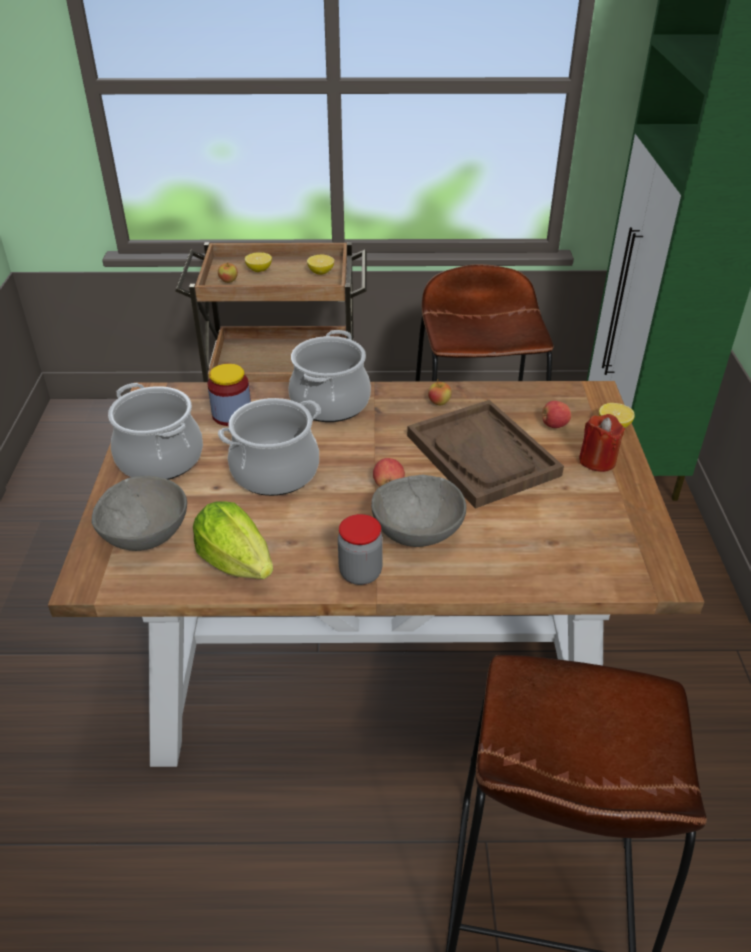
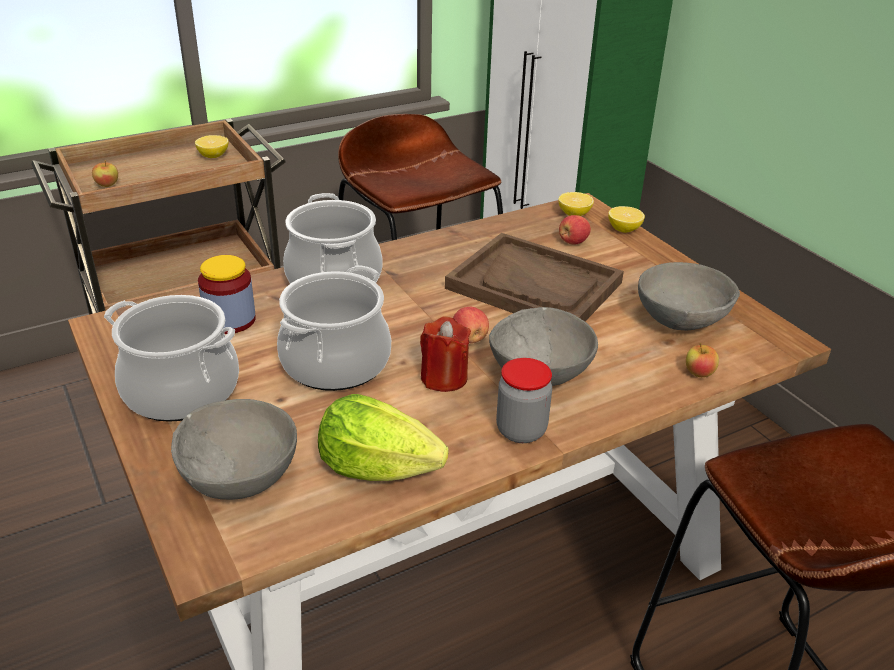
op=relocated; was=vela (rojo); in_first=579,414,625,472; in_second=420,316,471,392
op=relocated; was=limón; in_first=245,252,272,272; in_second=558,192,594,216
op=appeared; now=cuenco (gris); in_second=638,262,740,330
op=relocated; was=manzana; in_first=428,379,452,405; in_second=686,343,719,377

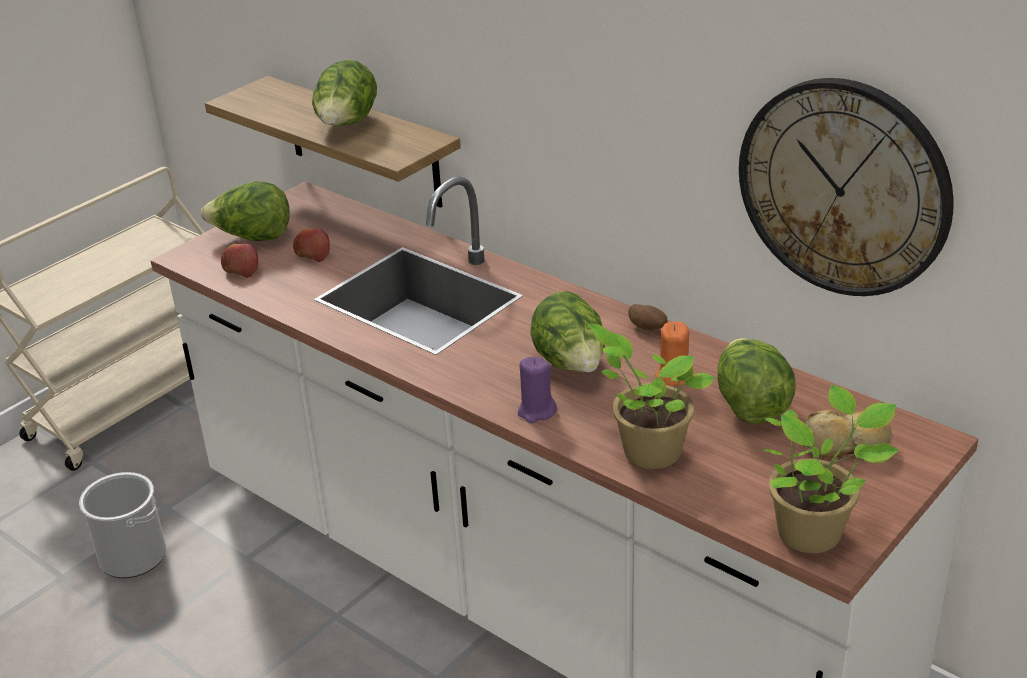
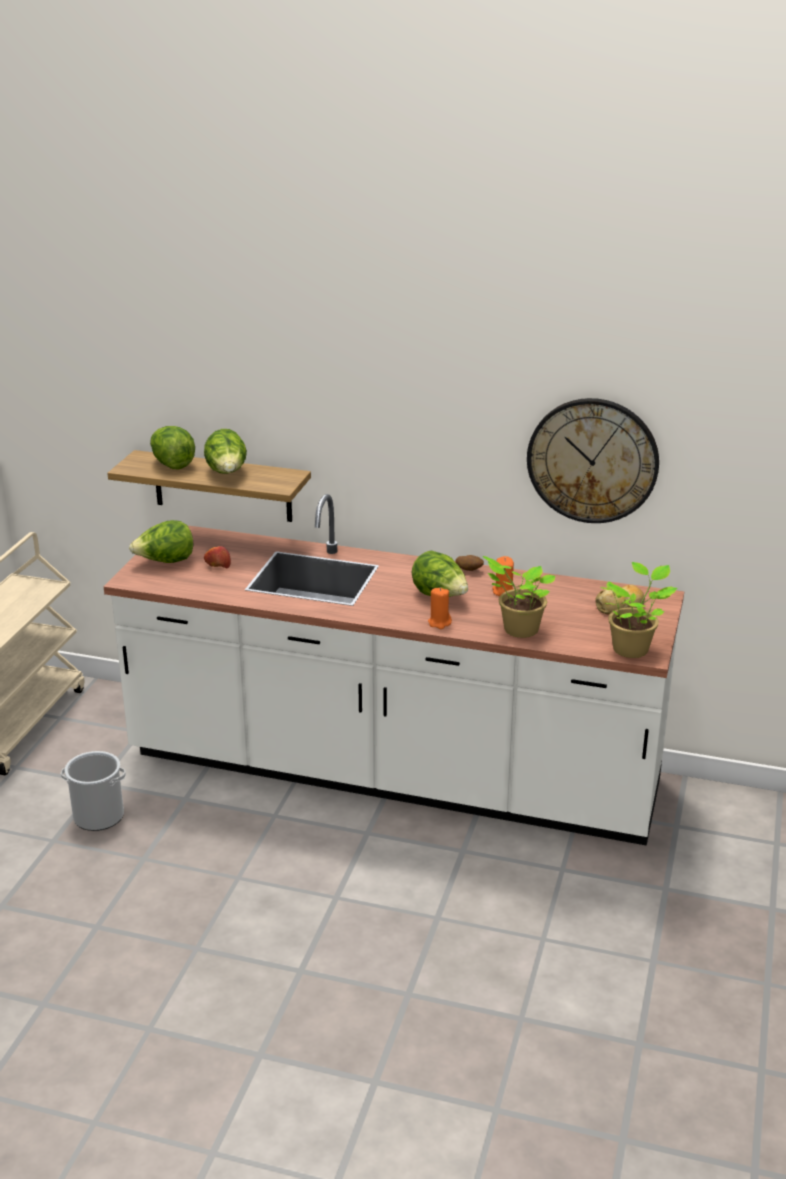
op=relocated; was=lechuga; in_first=717,338,796,424; in_second=150,426,195,469
op=colour; was=vela (morado); now=vela (naranja); in_first=518,357,557,423; in_second=428,588,452,629
op=missing; was=manzana; in_first=221,244,258,278

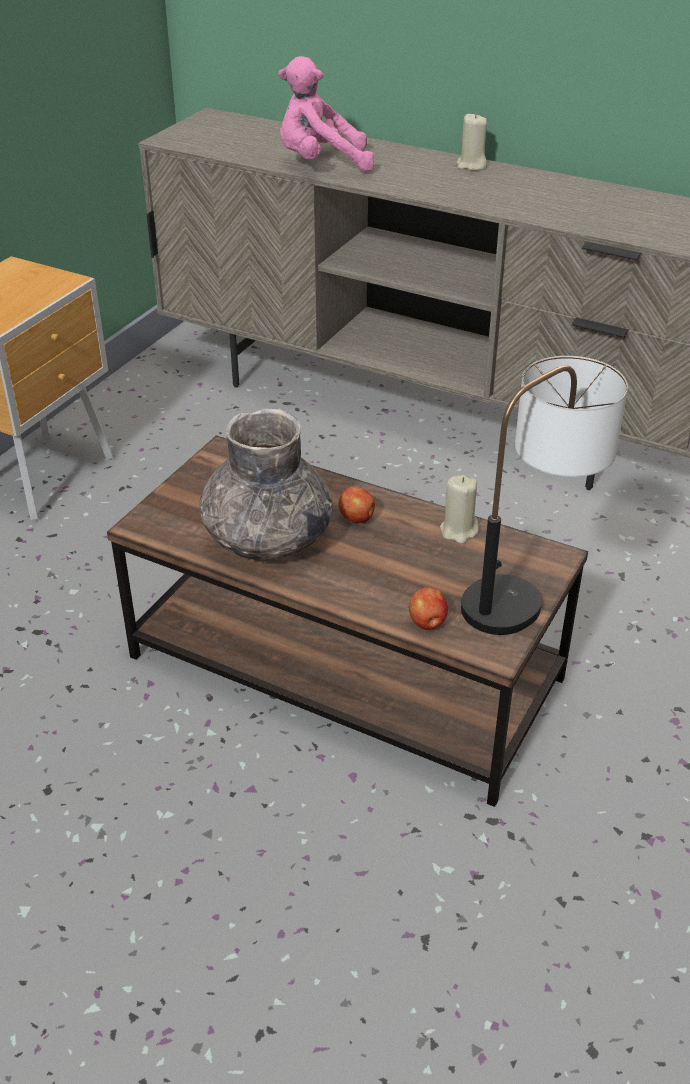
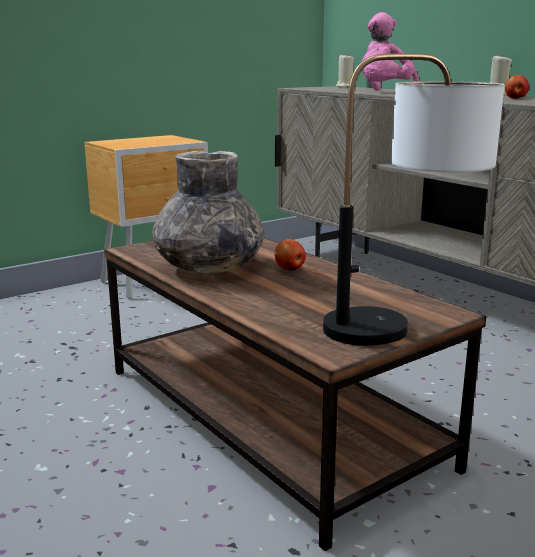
op=relocated; was=vela (beis); in_first=440,475,479,544; in_second=336,53,354,87
op=spun; was=peluche (rosa); in_first=278,56,374,171; in_second=362,12,419,91; clockwise=-75
op=relocated; was=manzana; in_first=409,587,448,630; in_second=505,75,529,99

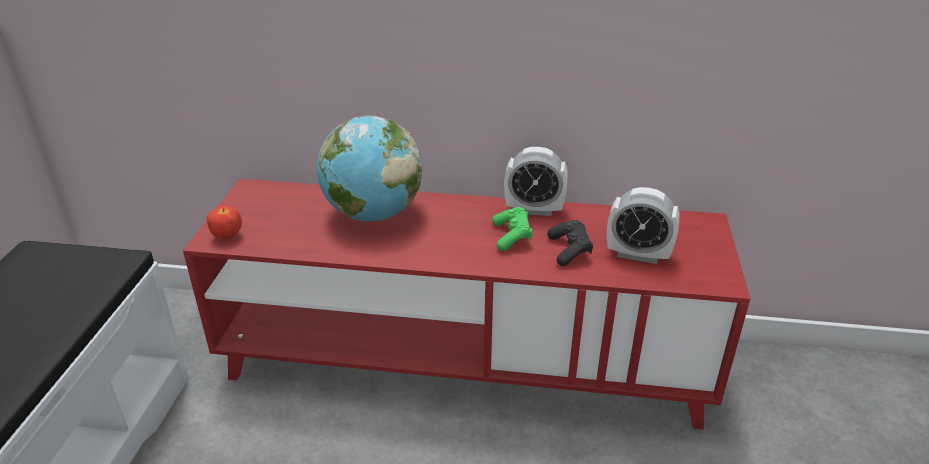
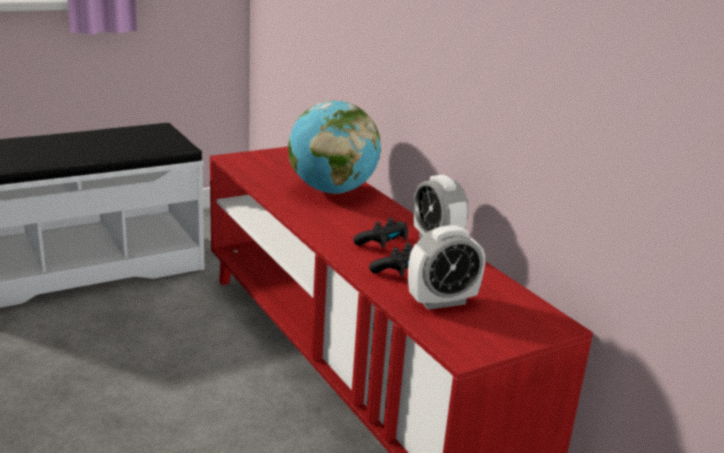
op=colour; was=mando de consola (verde); now=mando de consola (negro); in_first=492,207,533,251; in_second=353,218,408,248
op=spun; was=despertador; in_first=607,187,680,264; in_second=408,225,485,310; clockwise=-90
op=missing; was=manzana; in_first=207,205,242,239

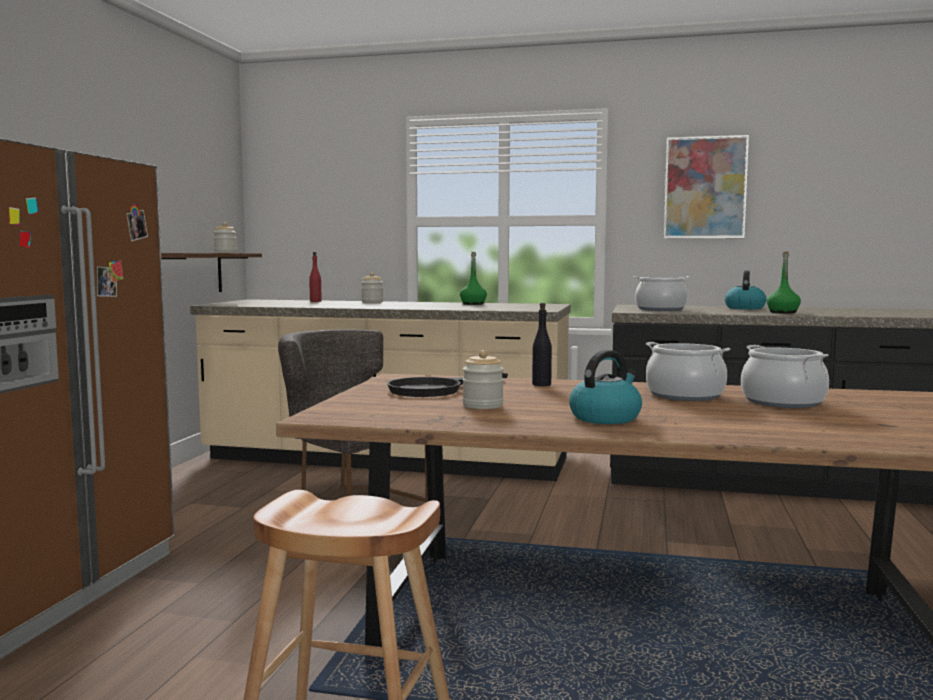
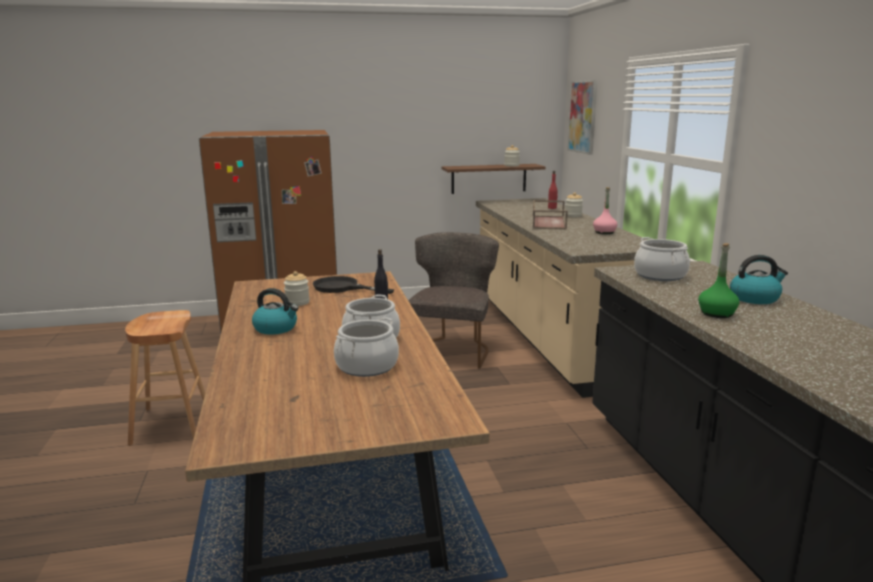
op=appeared; now=bandeja (marrón); in_second=533,200,568,230
op=relocated; was=cuadro; in_first=664,135,749,239; in_second=568,80,597,155
op=colour; was=botella (verde); now=botella (rosa); in_first=460,252,487,305; in_second=593,187,618,234

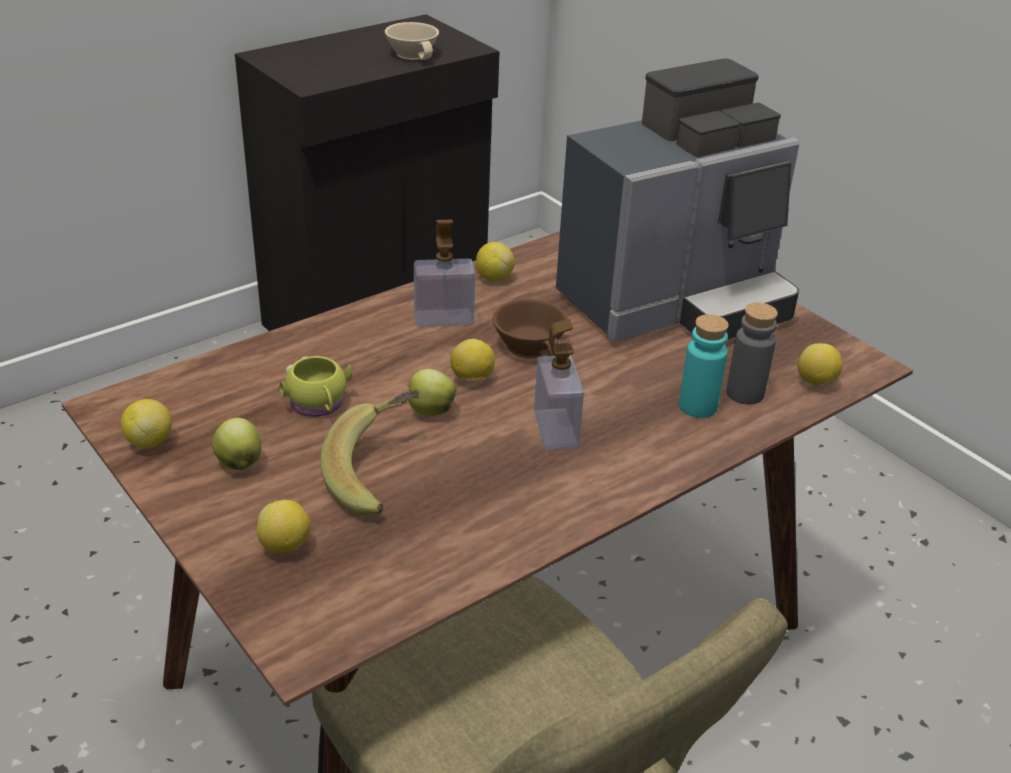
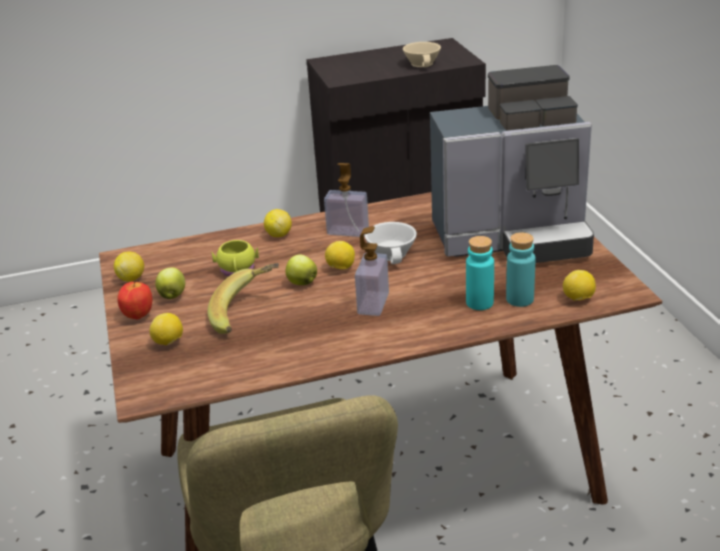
op=appeared; now=manzana; in_second=117,281,153,319
op=relocated; was=limón; in_first=476,242,514,282; in_second=264,209,292,237
op=colour; was=taza (marrón); now=taza (blanco); in_first=493,299,568,358; in_second=365,222,417,264
op=colour; was=botella (gris); now=botella (turquesa); in_first=726,302,778,405; in_second=506,232,536,307

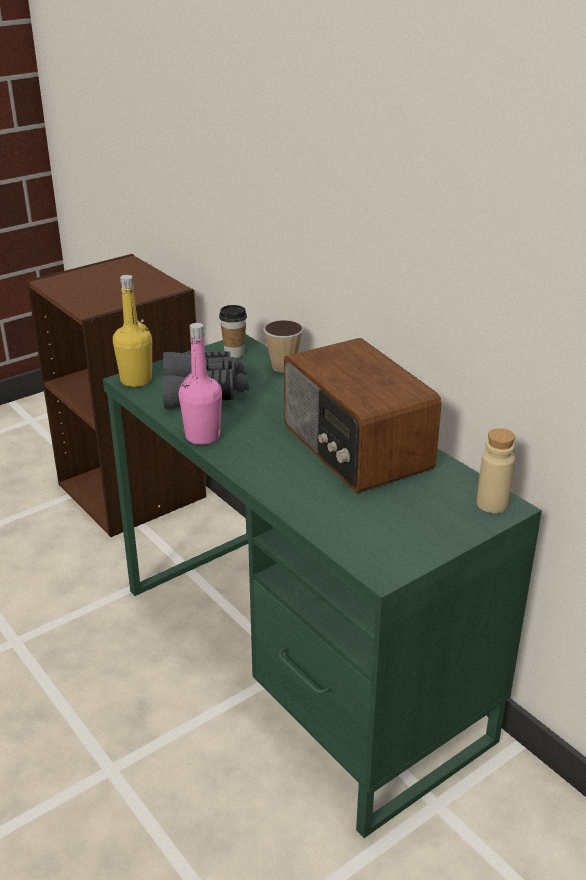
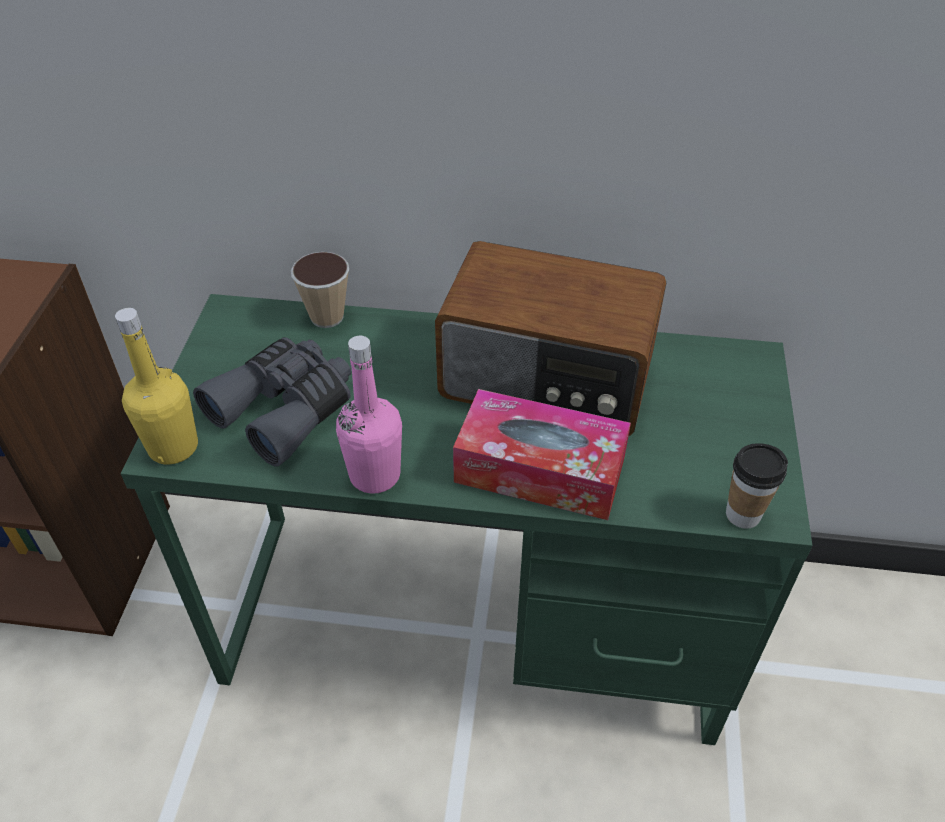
op=appeared; now=caja de pañuelos; in_second=453,389,631,520
op=relocated; was=taza; in_first=219,305,247,358; in_second=726,443,788,529
op=missing; was=botella (beis); in_first=477,428,515,513

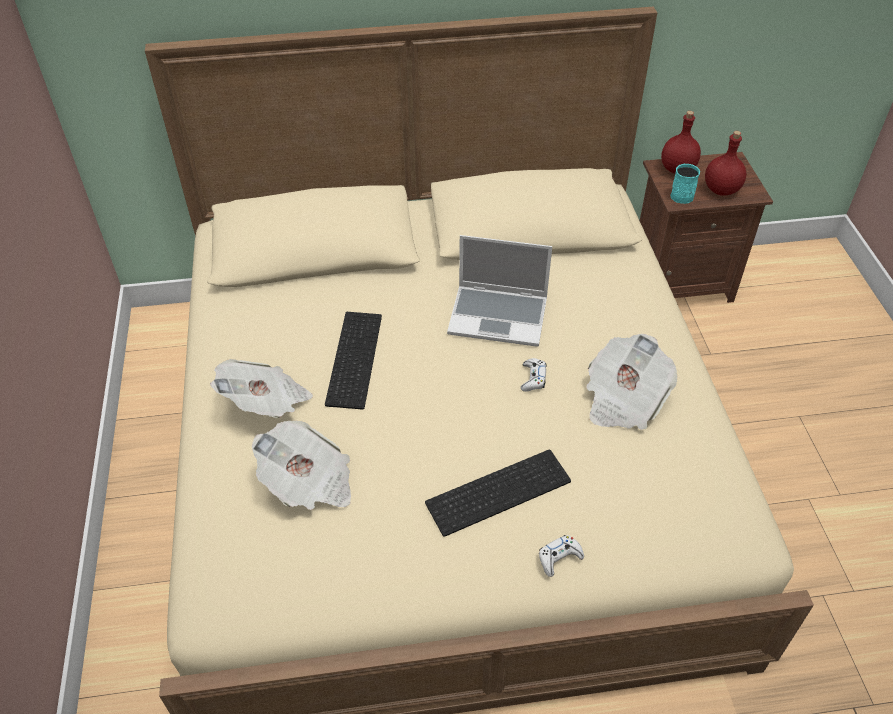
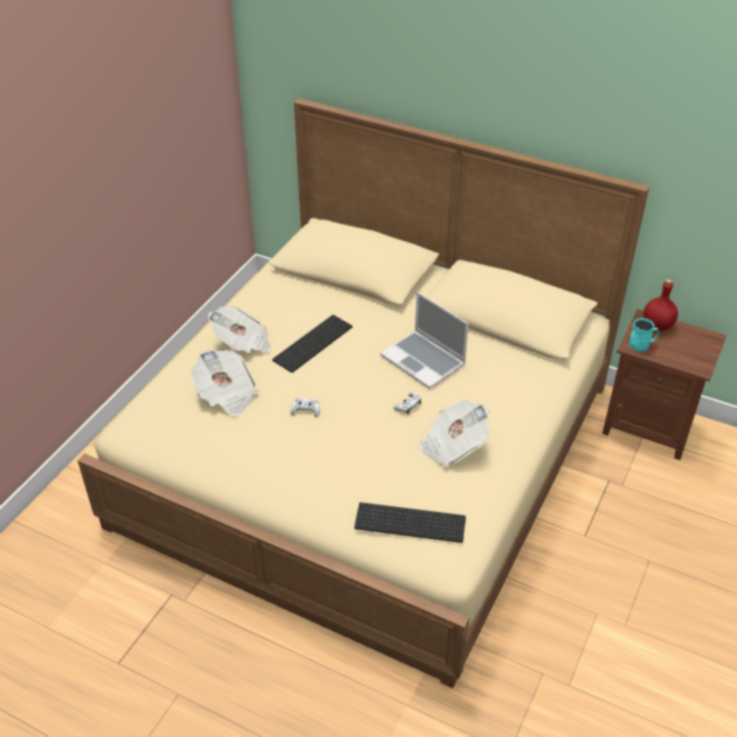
op=relocated; was=mando de consola (blanco); in_first=539,535,584,577; in_second=290,398,320,417
op=relocated; was=teclado; in_first=425,450,571,537; in_second=354,502,466,543
op=missing; was=botella (rojo); in_first=705,131,746,196

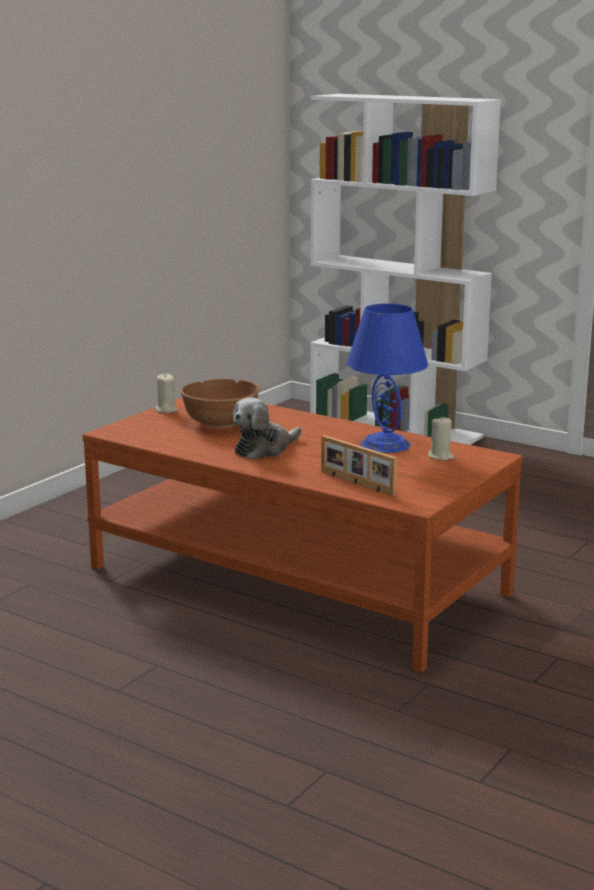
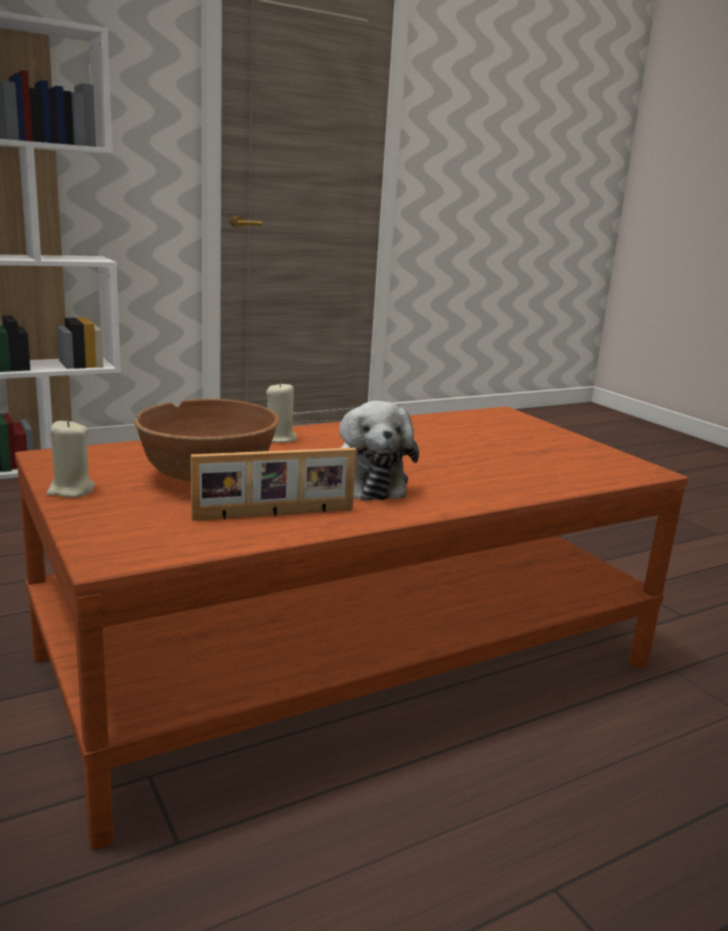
op=relocated; was=portarretratos; in_first=321,435,397,496; in_second=191,448,356,521
op=relocated; was=vela (beis); in_first=428,416,454,461; in_second=266,382,297,443
op=missing; was=lámpara de mesa (azul); in_first=347,303,428,453

